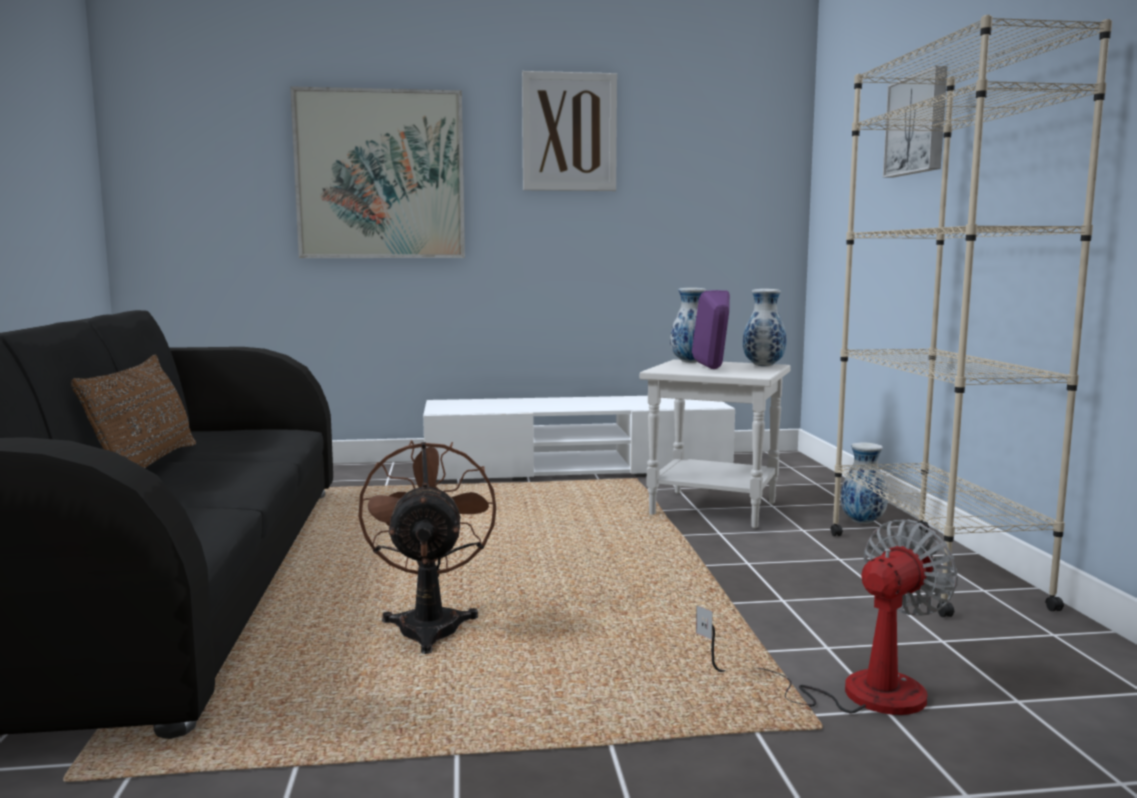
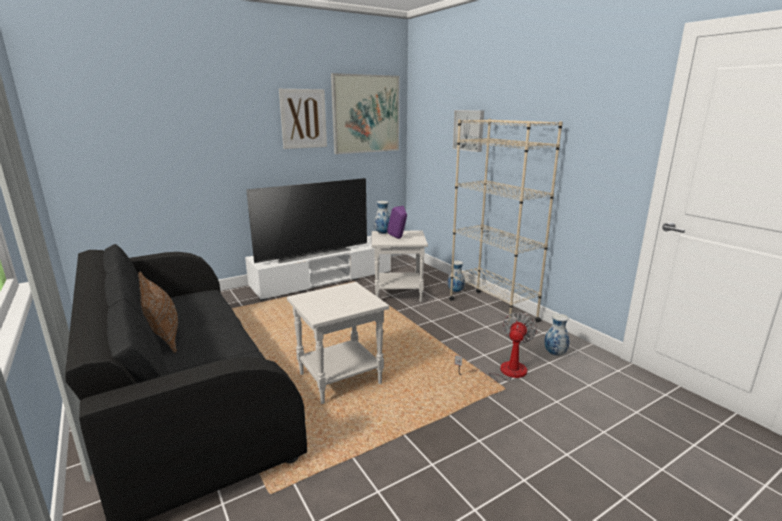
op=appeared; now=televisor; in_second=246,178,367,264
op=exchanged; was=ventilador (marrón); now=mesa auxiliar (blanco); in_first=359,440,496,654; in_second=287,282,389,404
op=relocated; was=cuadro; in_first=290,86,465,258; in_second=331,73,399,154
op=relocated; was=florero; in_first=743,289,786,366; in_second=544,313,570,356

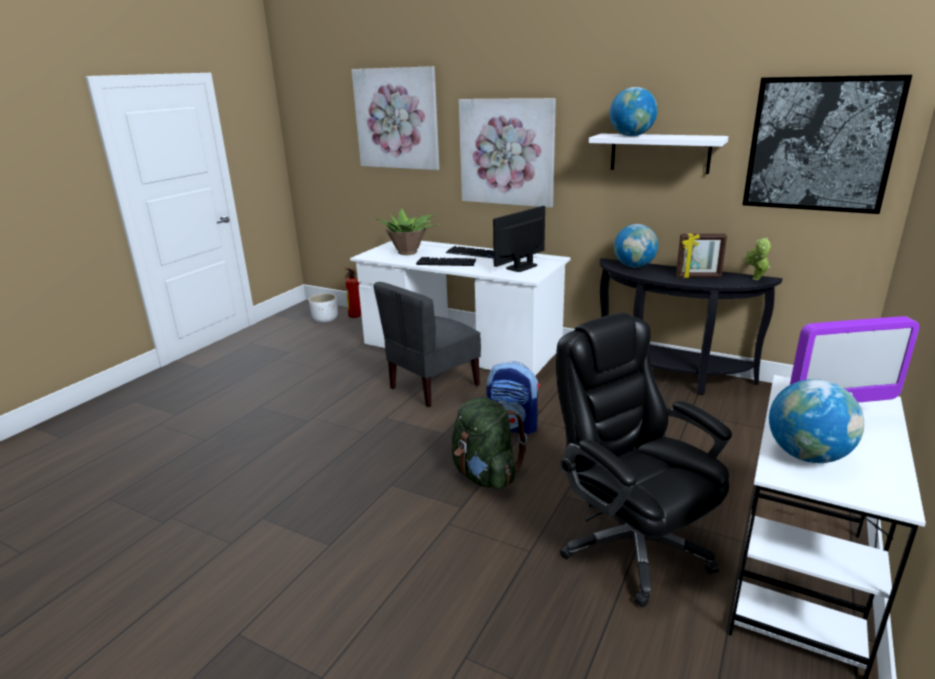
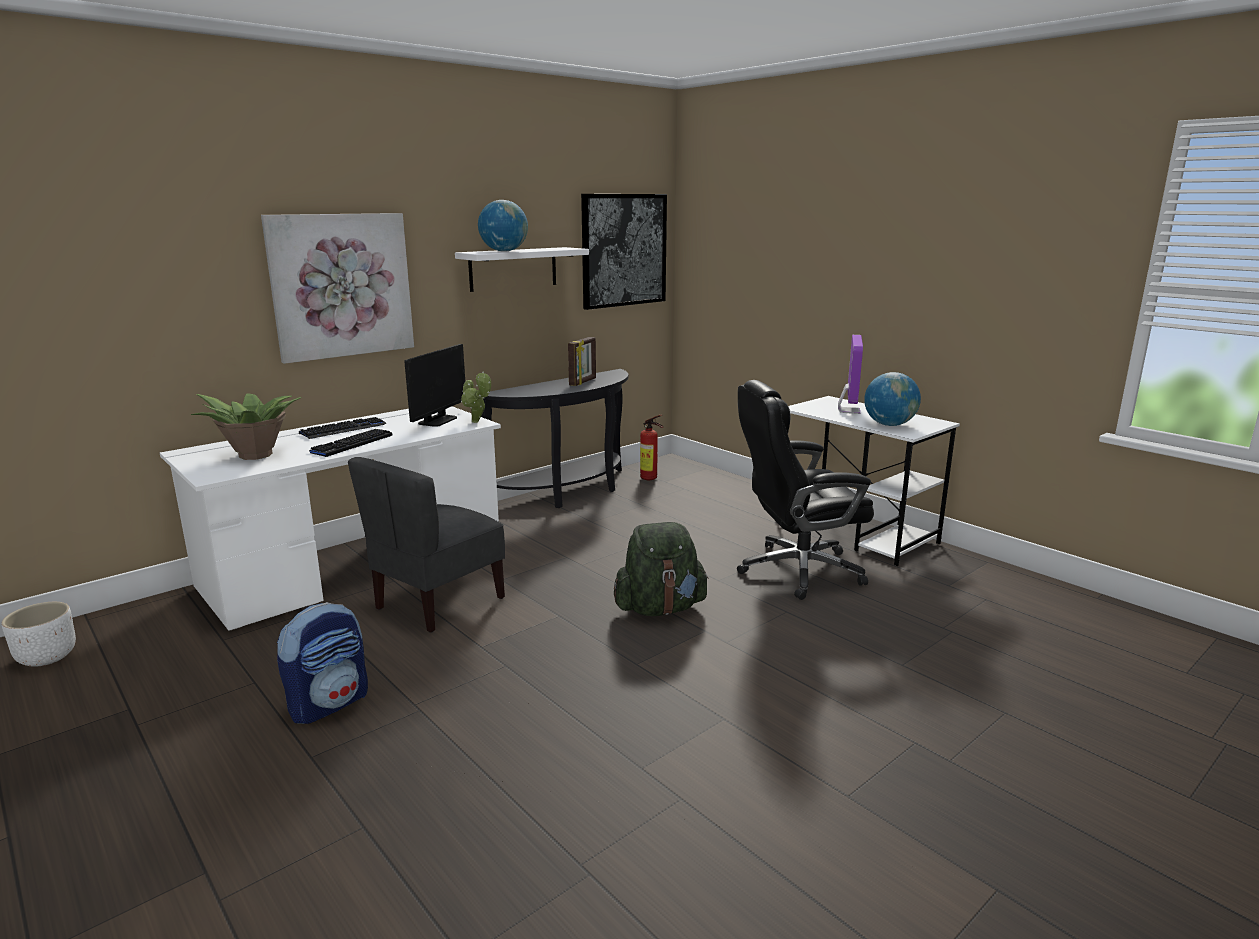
op=relocated; was=mochila; in_first=487,361,540,434; in_second=277,602,368,724
op=spun; was=silla (gris); in_first=373,282,481,407; in_second=348,457,505,633; clockwise=60
op=spun; was=monitor; in_first=493,206,545,272; in_second=404,344,465,427; clockwise=-135
op=relocated; was=planta en maceta; in_first=745,237,771,280; in_second=461,371,491,423
op=relocated; was=extintor; in_first=344,268,361,318; in_second=640,415,663,480
op=missing; was=cuadro; in_first=351,66,439,170
op=missing; was=globo terráqueo; in_first=614,224,658,267

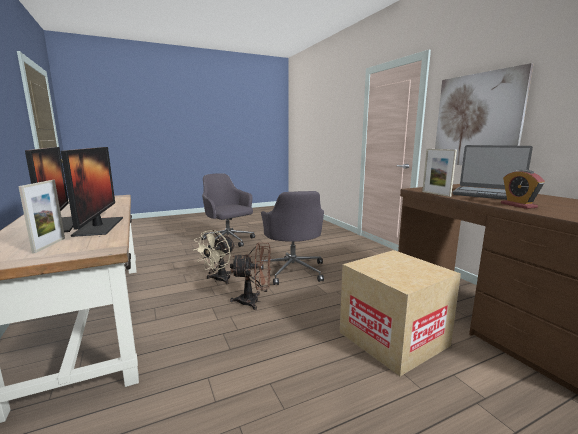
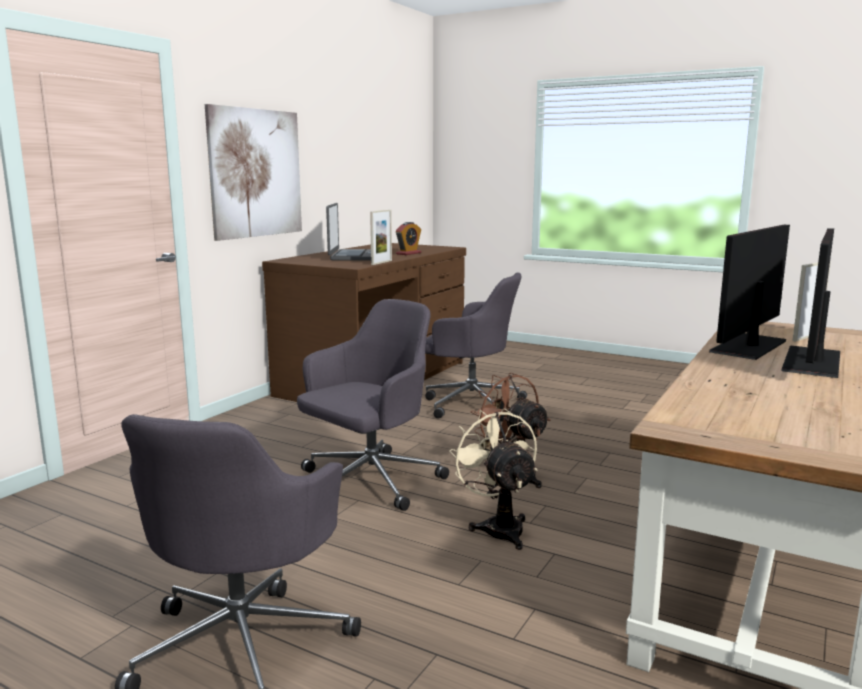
op=exchanged; was=caja de cartón; now=silla de oficina (gris); in_first=340,250,461,376; in_second=425,272,527,422
op=spun; was=ventilador (beis); in_first=193,230,235,284; in_second=449,408,538,550; clockwise=-105

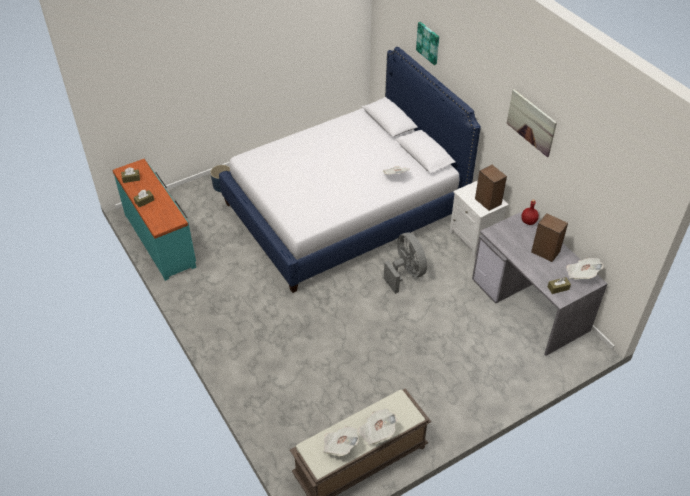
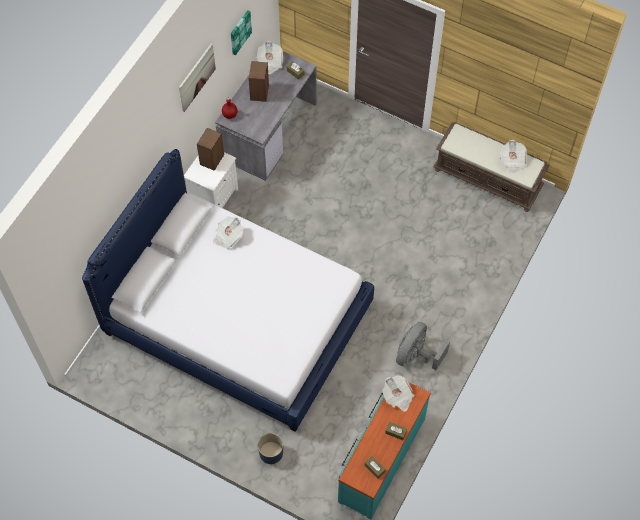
op=relocated; was=cuadro; in_first=416,22,439,65; in_second=231,10,252,55
op=relocated; was=periódico; in_first=358,408,397,446; in_second=382,375,415,412
op=relocated; was=ventilador (gris); in_first=384,232,427,294; in_second=396,322,450,370

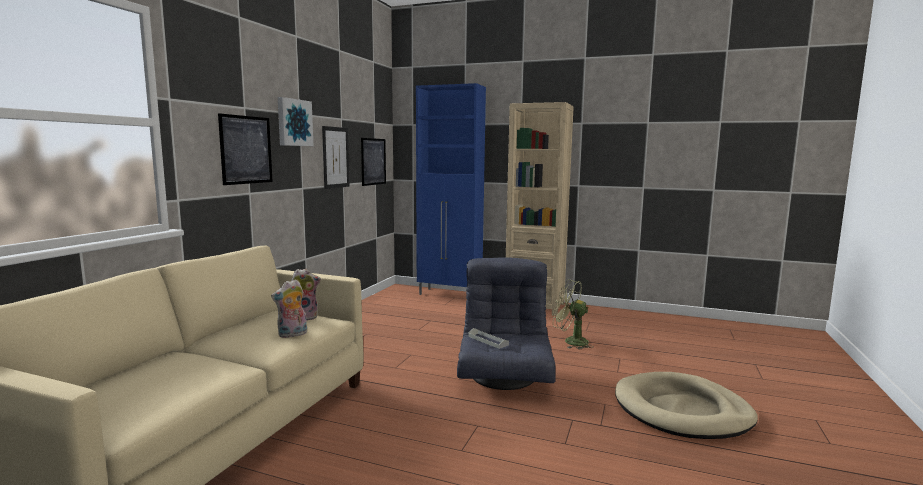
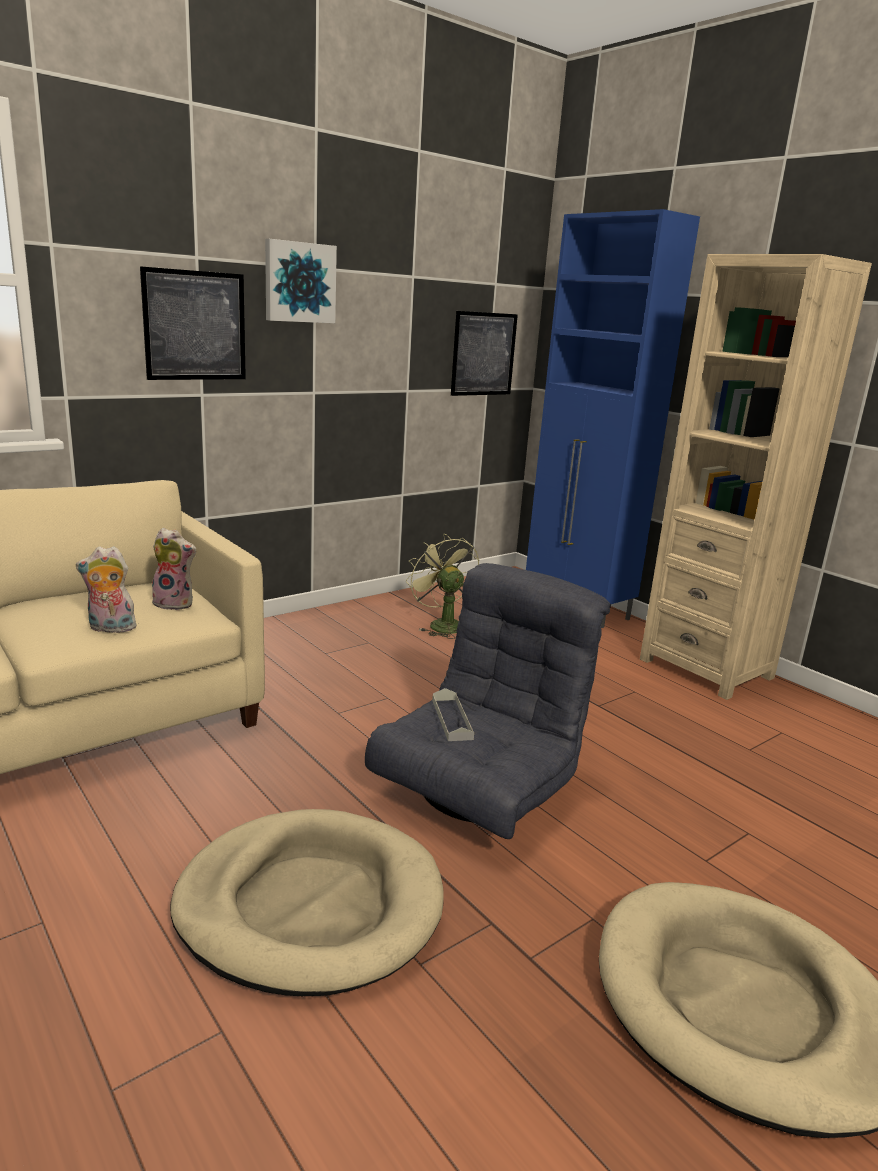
op=appeared; now=cama para perro (beis); in_second=170,809,444,996
op=relocated; was=ventilador (verde); in_first=552,280,594,349; in_second=406,534,479,639
op=missing; was=cuadro; in_first=322,126,350,189

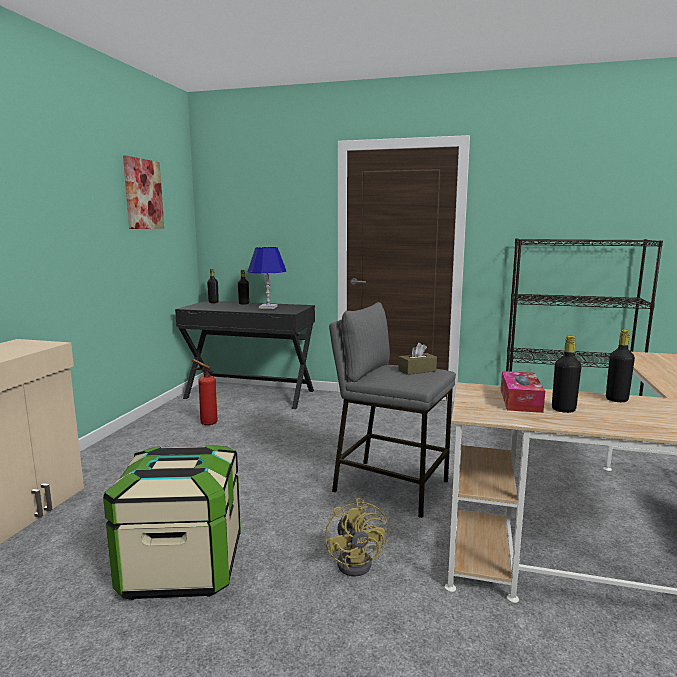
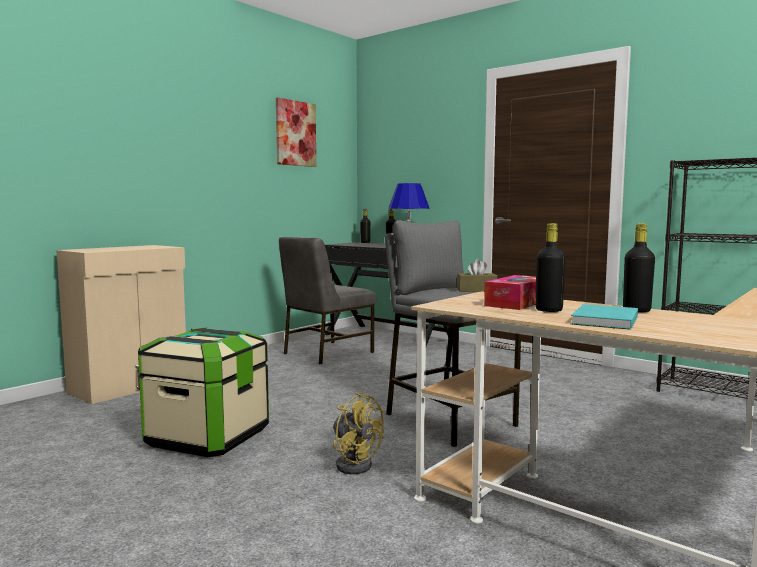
op=exchanged; was=extintor; now=silla (gris); in_first=191,359,218,425; in_second=279,237,376,364
op=spun; was=ventilador (amarillo); in_first=325,498,389,577; in_second=333,392,384,474; clockwise=-60
op=appeared; now=libro (turquesa); in_second=571,304,638,330

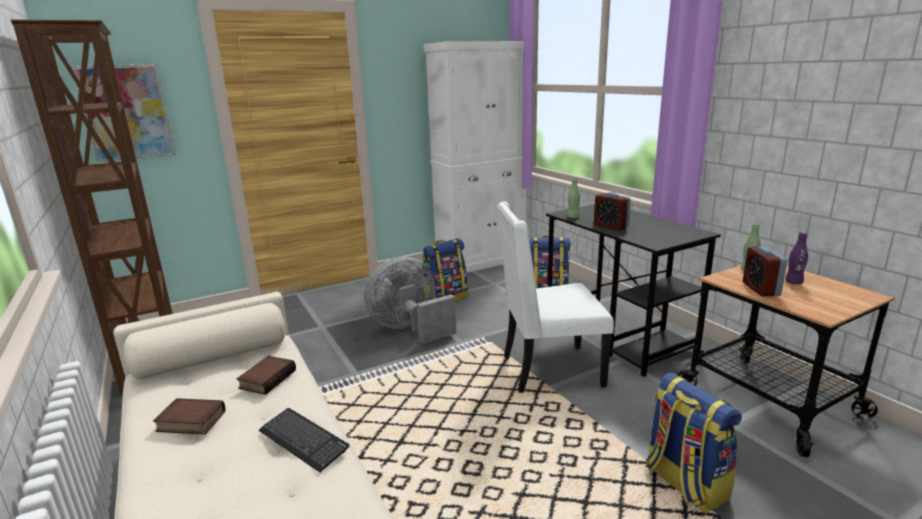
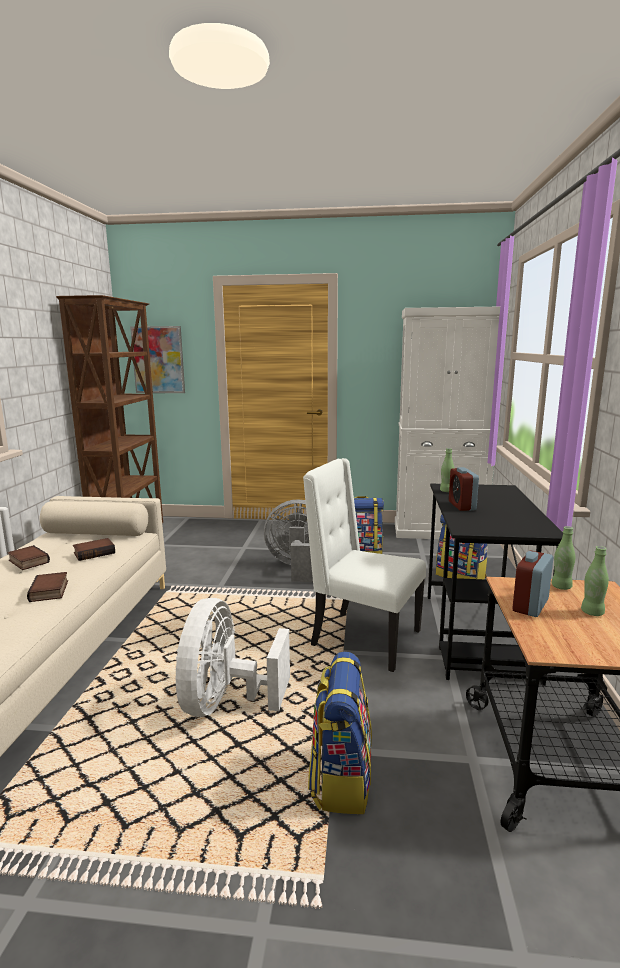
op=exchanged; was=teclado; now=libro; in_first=259,408,350,472; in_second=27,572,68,602
op=appeared; now=ventilador (blanco); in_second=176,598,290,717
op=colour; was=botella (morado); now=botella (verde); in_first=785,232,808,284; in_second=581,546,609,616

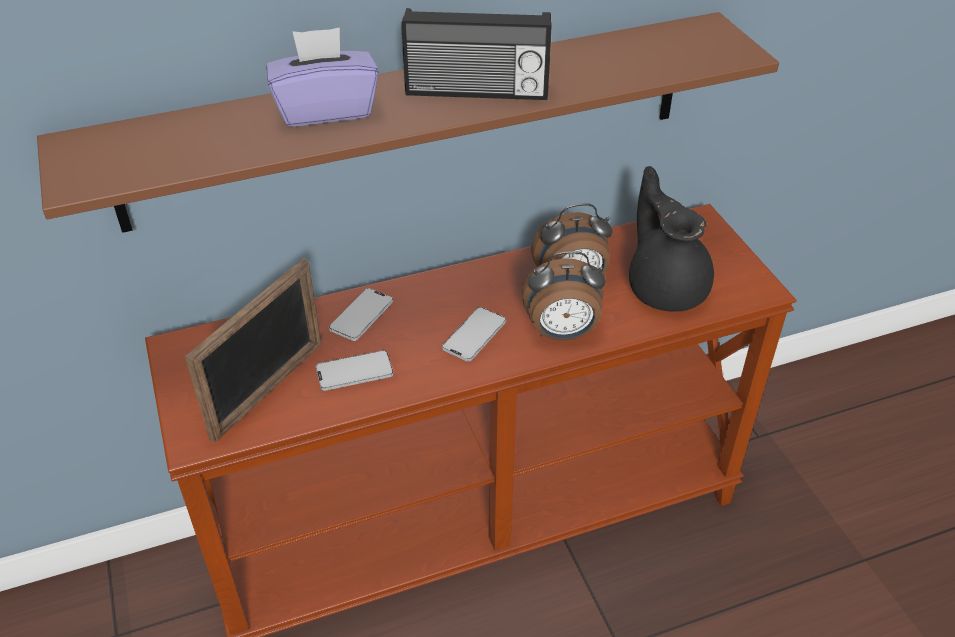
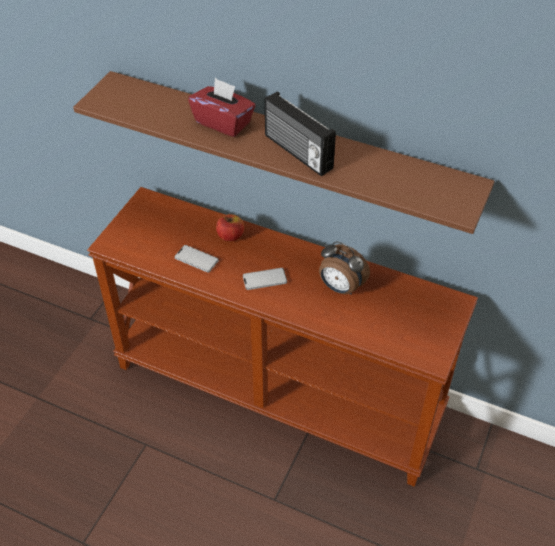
op=colour; was=caja de pañuelos (morado); now=caja de pañuelos (rojo); in_first=266,27,379,126; in_second=188,78,256,137
op=exchanged; was=móvil; now=manzana; in_first=329,288,393,341; in_second=216,214,244,241
op=missing; was=portarretratos; in_first=185,258,321,443
op=missing; was=despertador; in_first=522,251,606,341
op=missing; was=tetera (negro); in_first=629,166,714,312

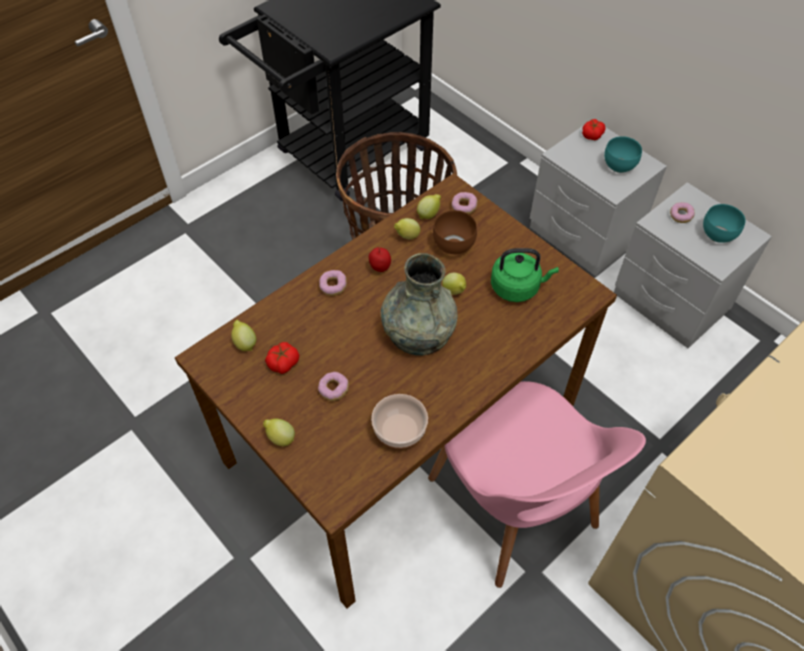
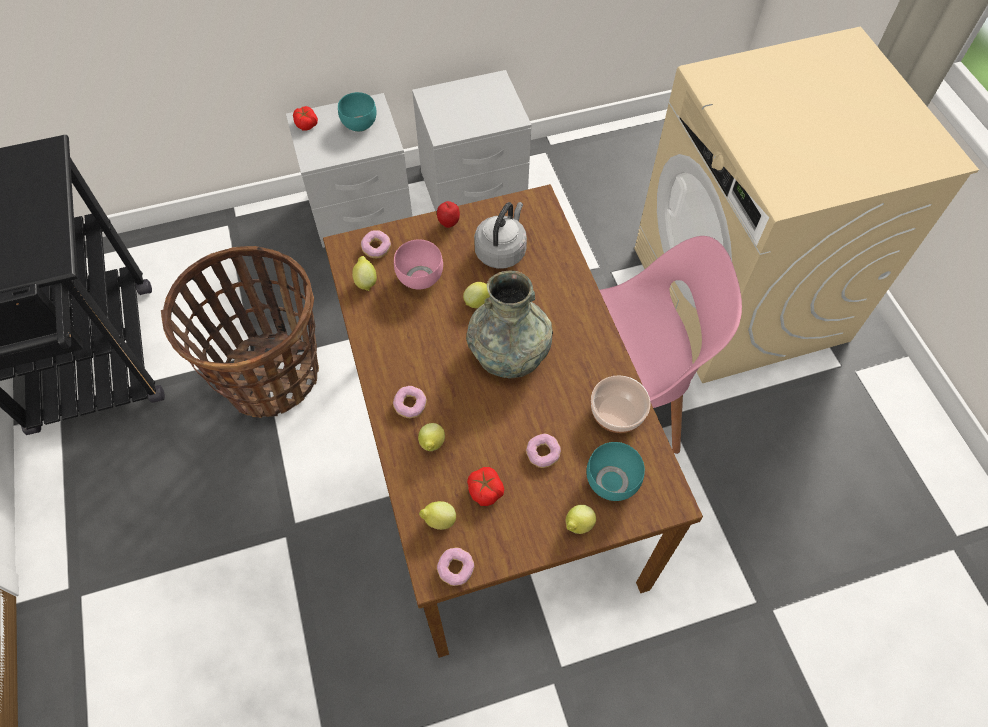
op=colour; was=cuenco (marrón); now=cuenco (rosa); in_first=433,210,477,254; in_second=394,239,443,290
op=relocated; was=limón; in_first=394,218,420,240; in_second=418,423,445,451
op=relocated; was=manzana; in_first=369,247,391,272; in_second=437,201,460,228
op=relocated; was=rosquilla; in_first=670,202,695,223; in_second=437,547,474,586
op=colour; was=hervidor (verde); now=hervidor (gris); in_first=491,248,559,302; in_second=474,202,527,269
op=relocated; was=cuenco (turquesa); in_first=703,204,746,243; in_second=586,442,645,501

